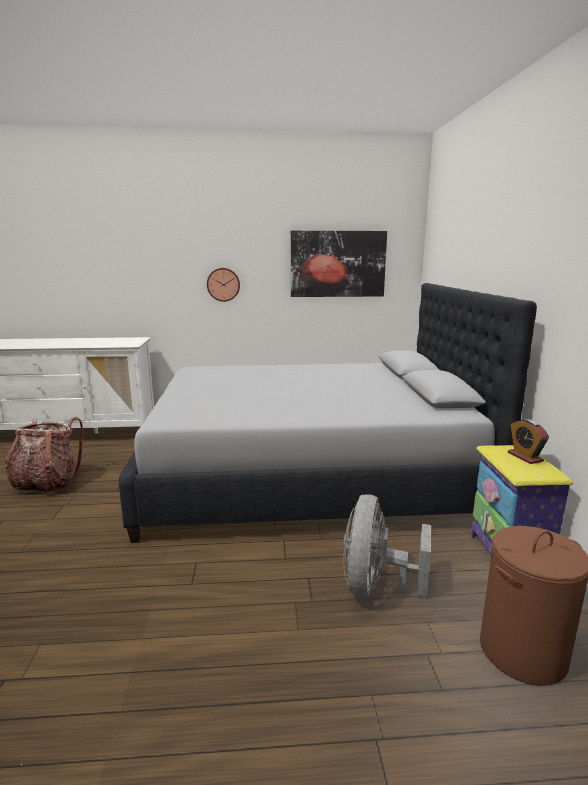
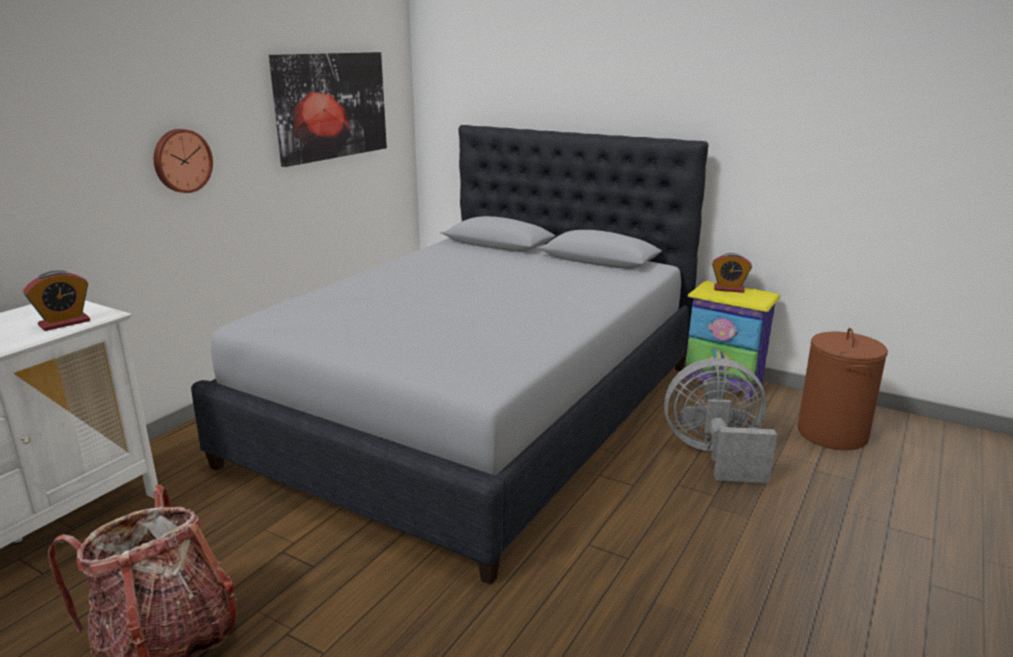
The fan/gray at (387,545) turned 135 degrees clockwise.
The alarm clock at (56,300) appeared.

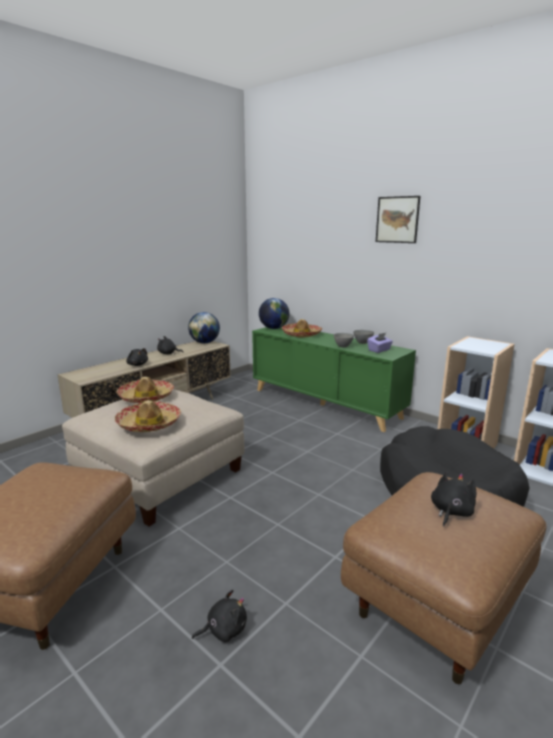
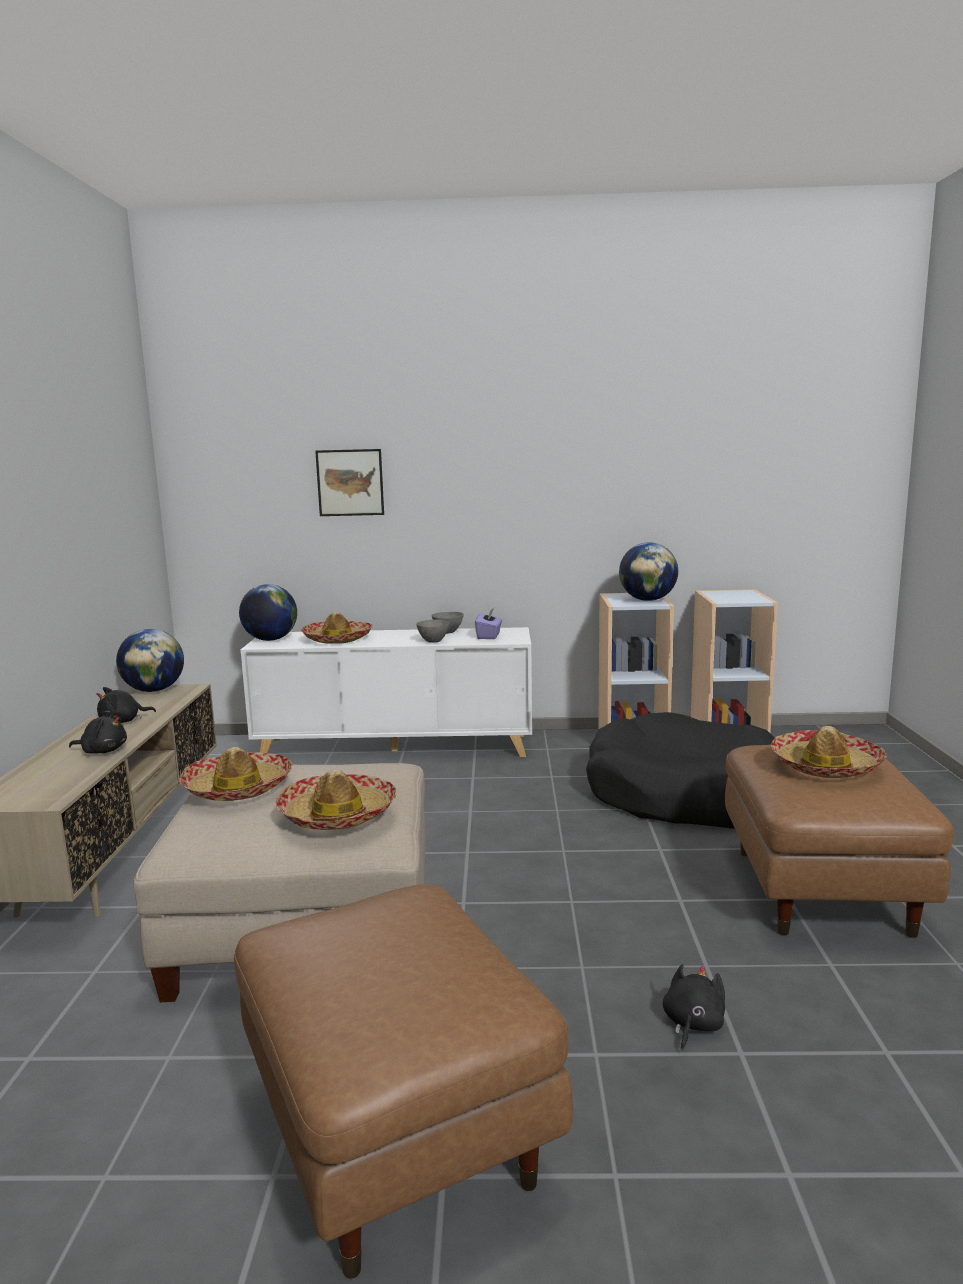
The storage cabinet/green-coloured at (334,379) became the storage cabinet/white-coloured at (386,692).
The wall art moved from (398,219) to (349,482).
The soft toy/black at (453,499) was replaced by the wearable hat at (828,752).
The desk globe at (648,571) appeared.

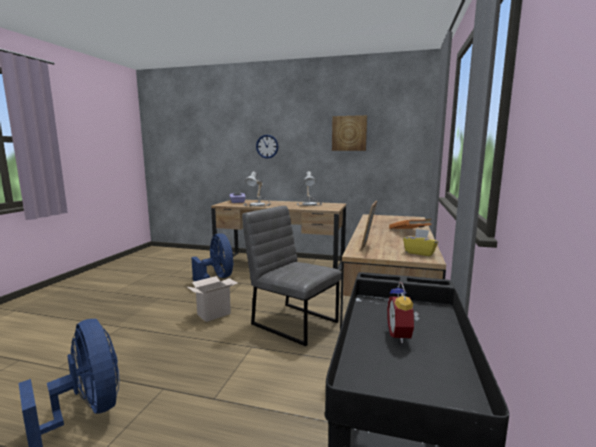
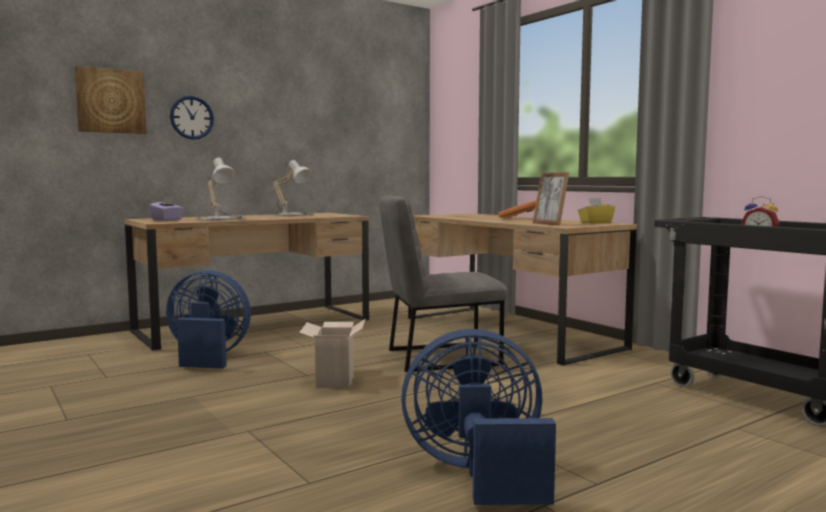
The wall art moved from (349,133) to (111,100).

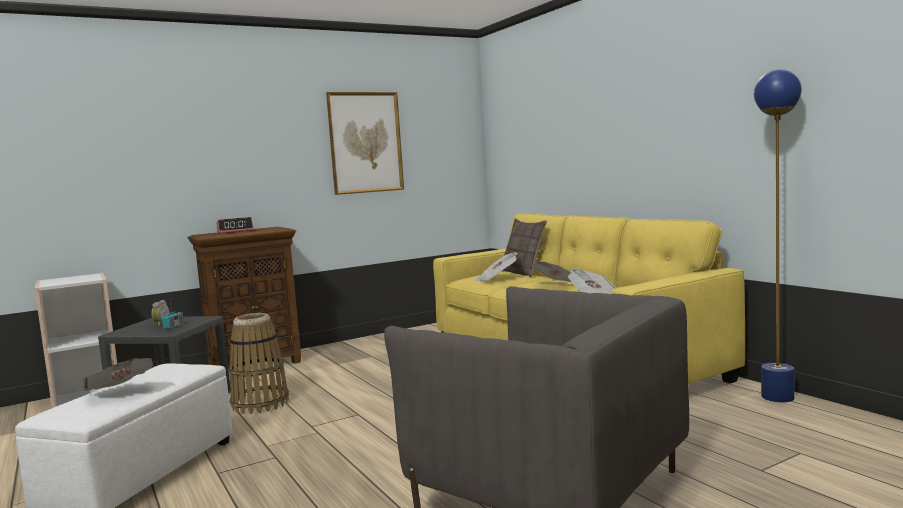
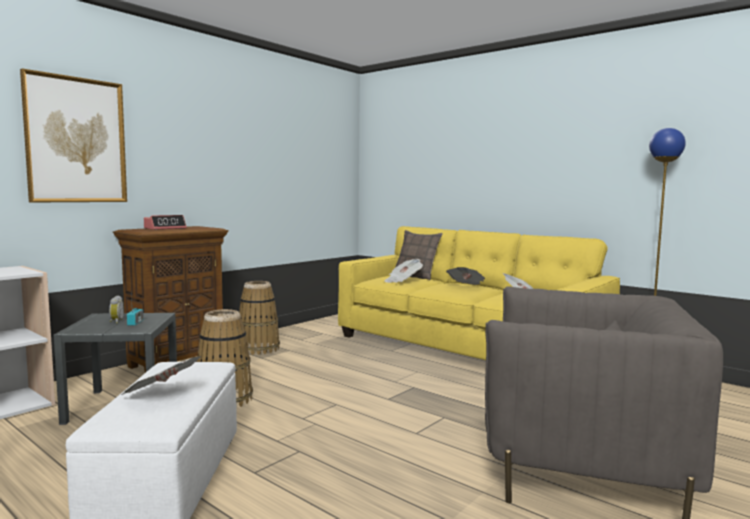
The wall art moved from (365,143) to (73,135).
The basket at (259,318) appeared.

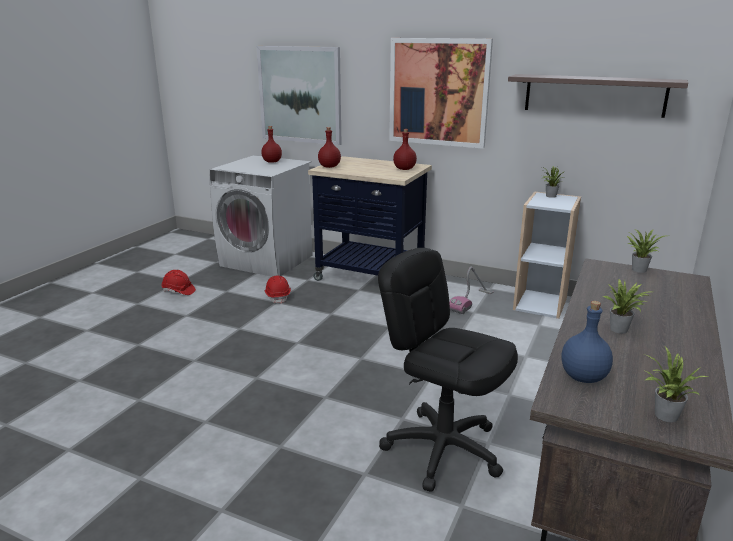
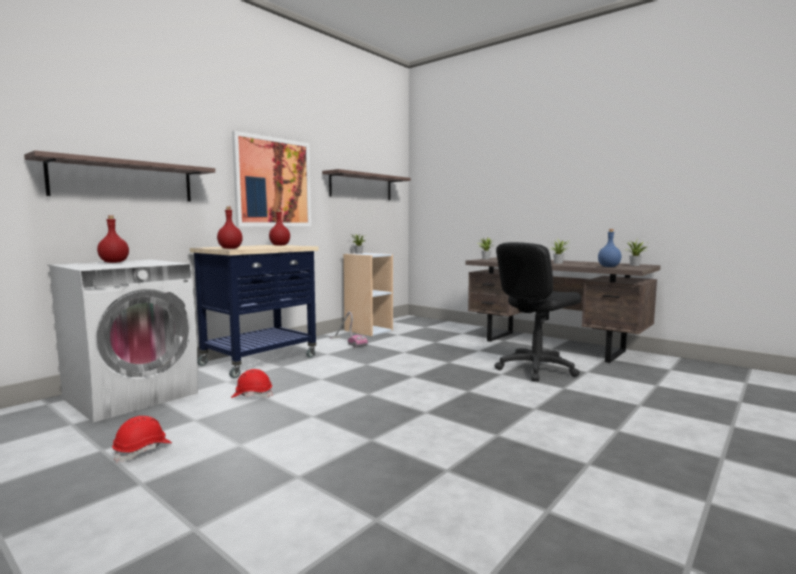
The wall art at (299,95) was replaced by the shelf at (119,176).

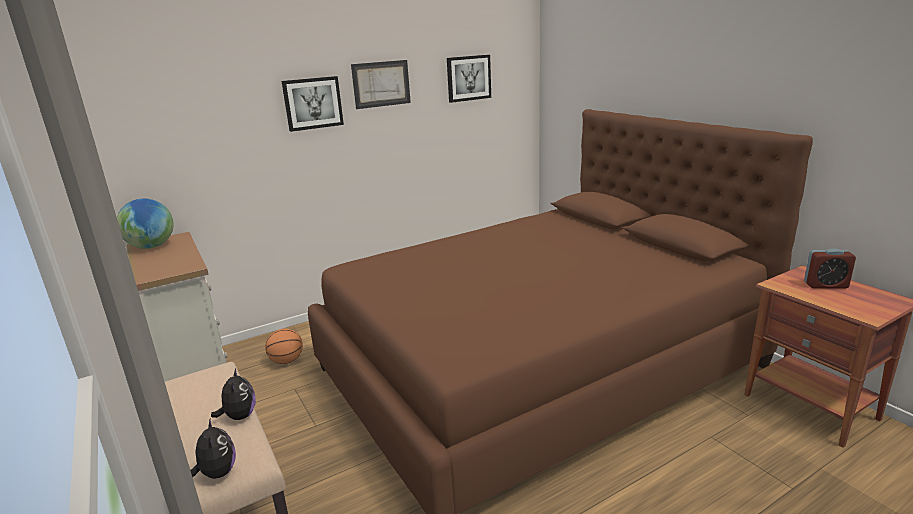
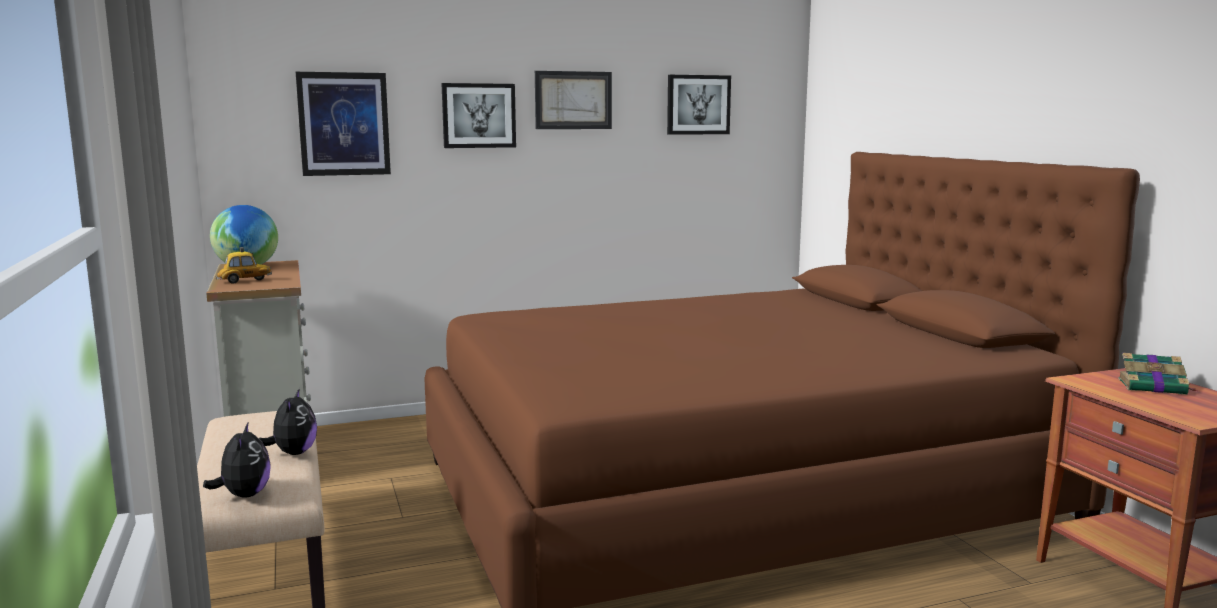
The basketball at (284,346) disappeared.
The alarm clock at (830,268) was replaced by the bound book at (1157,374).
The miniature car at (244,265) appeared.
The wall art at (343,124) appeared.

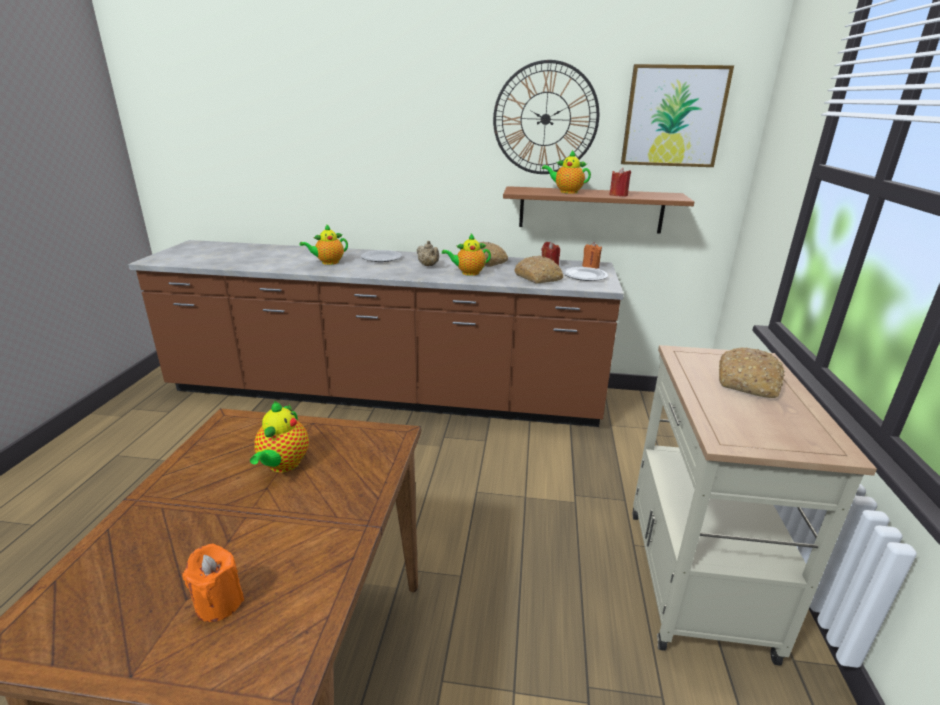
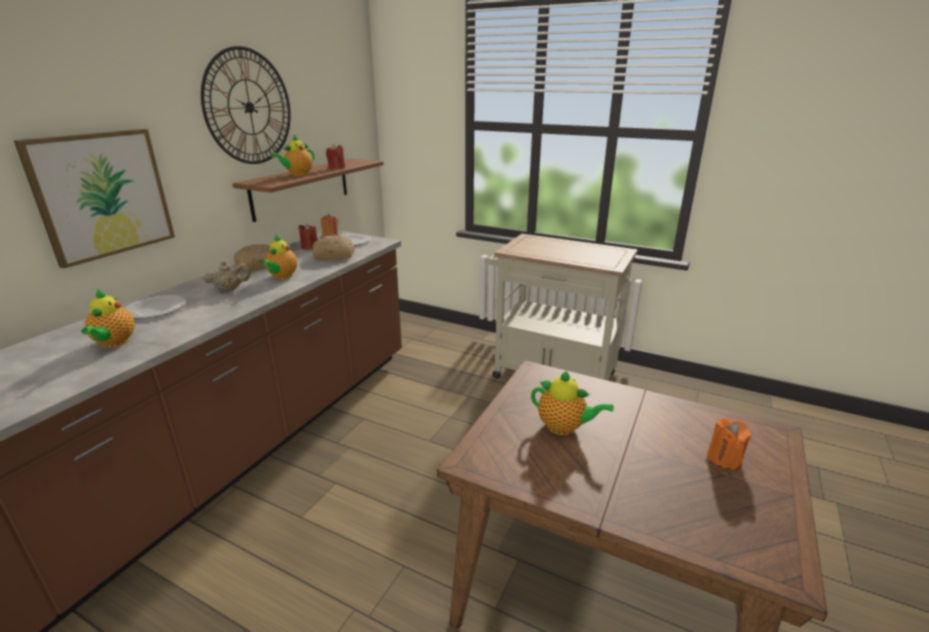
The wall art moved from (677,115) to (94,198).
The bakery bread at (752,372) disappeared.

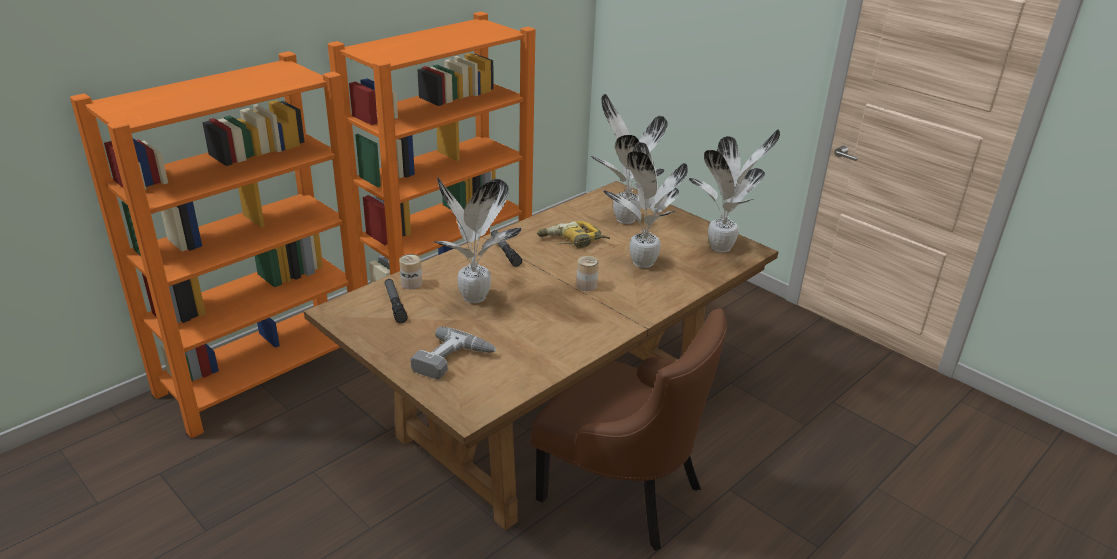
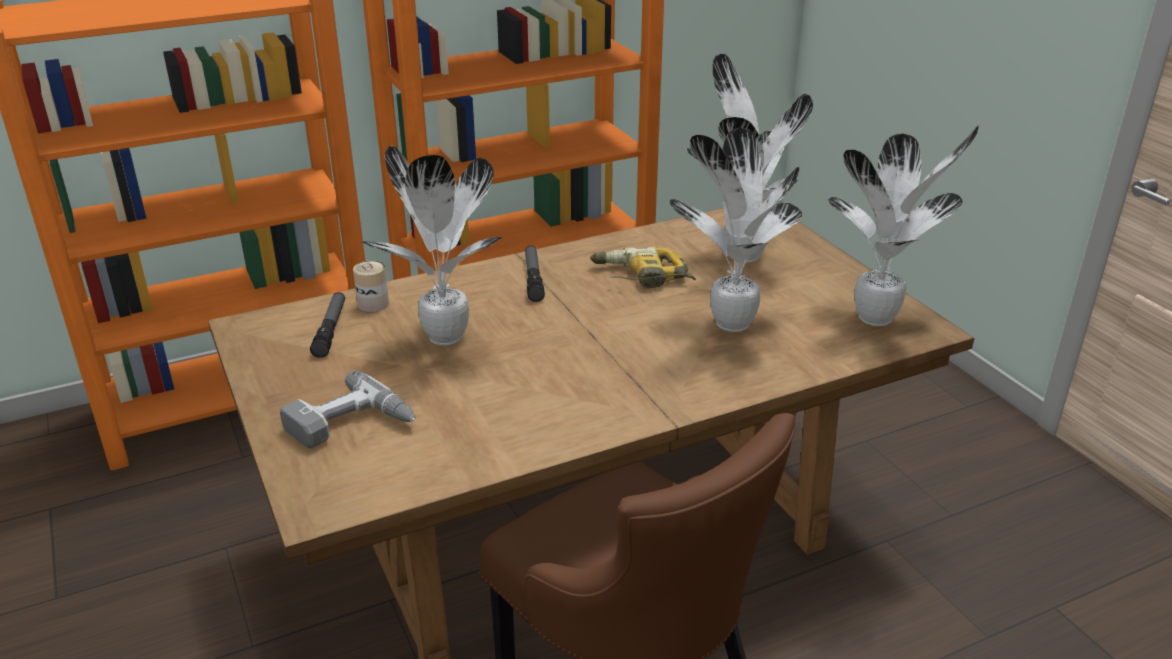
The can at (587,273) disappeared.

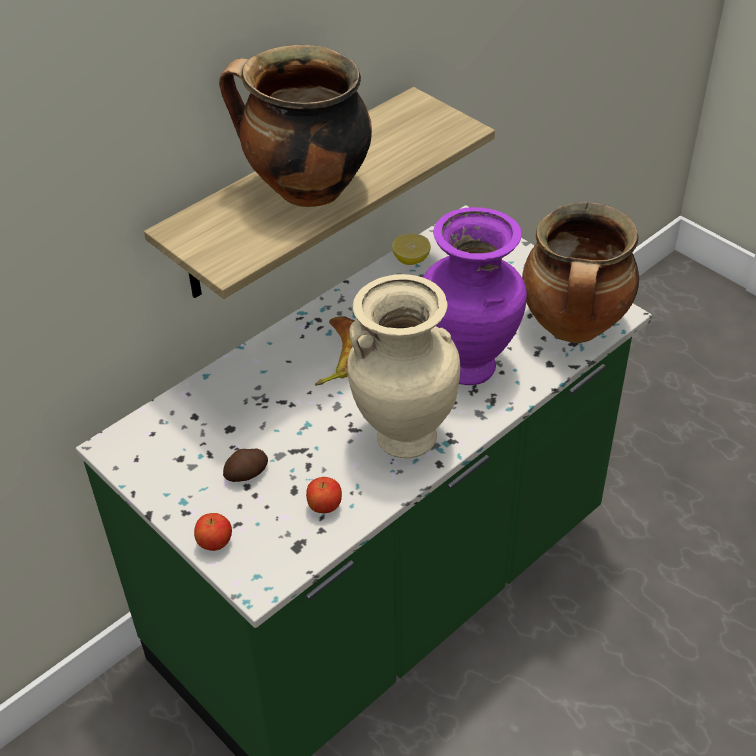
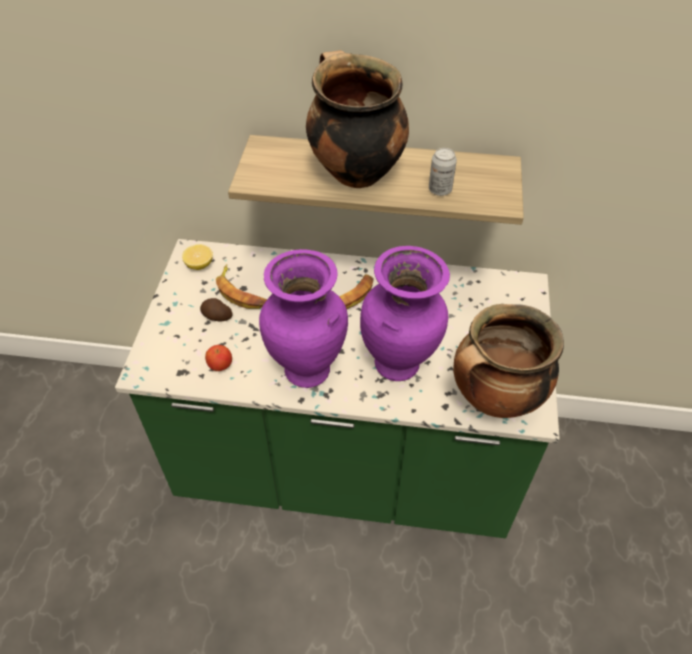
The apple at (213,532) disappeared.
The flower vase/sand-coloured at (403,366) became the flower vase/purple-coloured at (303,318).
The citrus fruit moved from (411,249) to (197,257).
The banana at (241,286) appeared.
The can at (443,172) appeared.

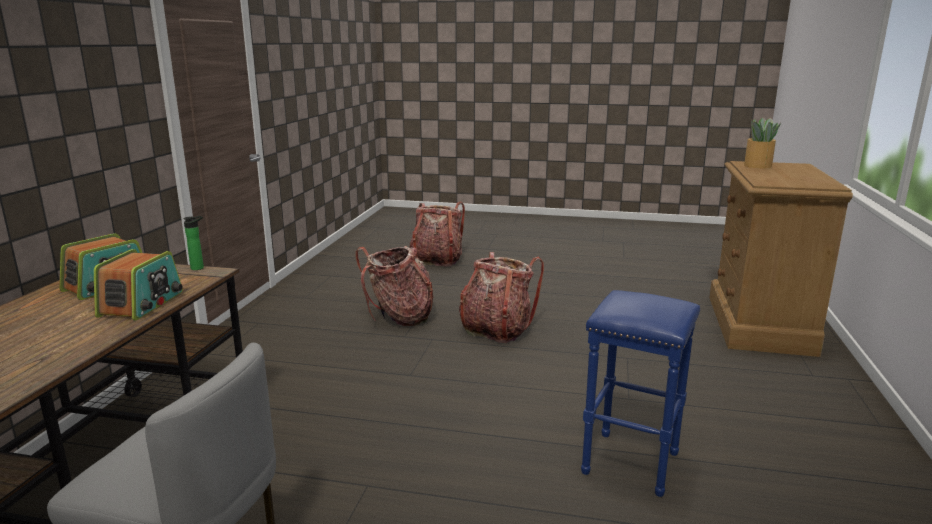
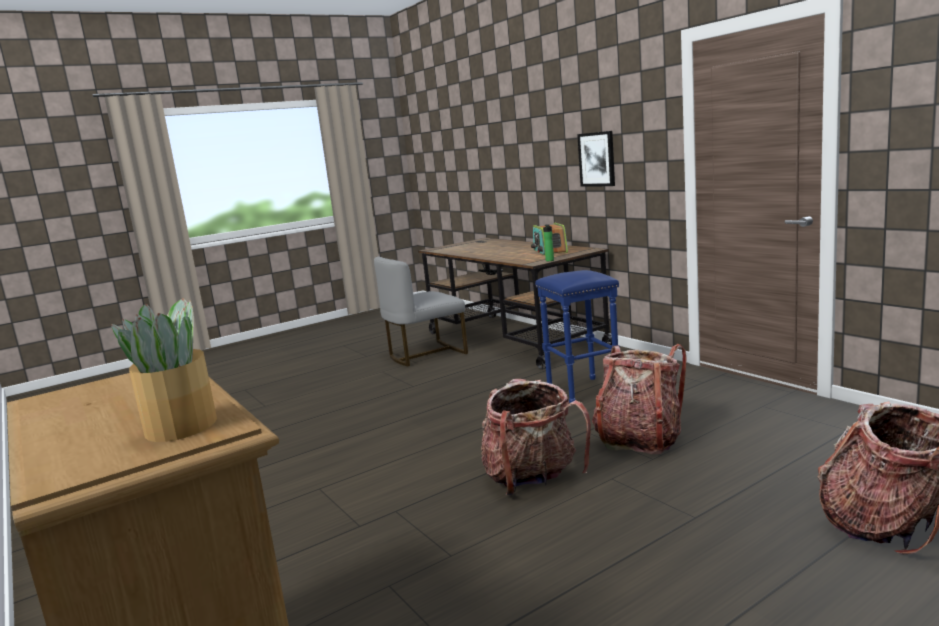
The radio receiver at (138,285) disappeared.
The stool seat/blue moved from (640,393) to (577,336).
The wall art at (596,159) appeared.

